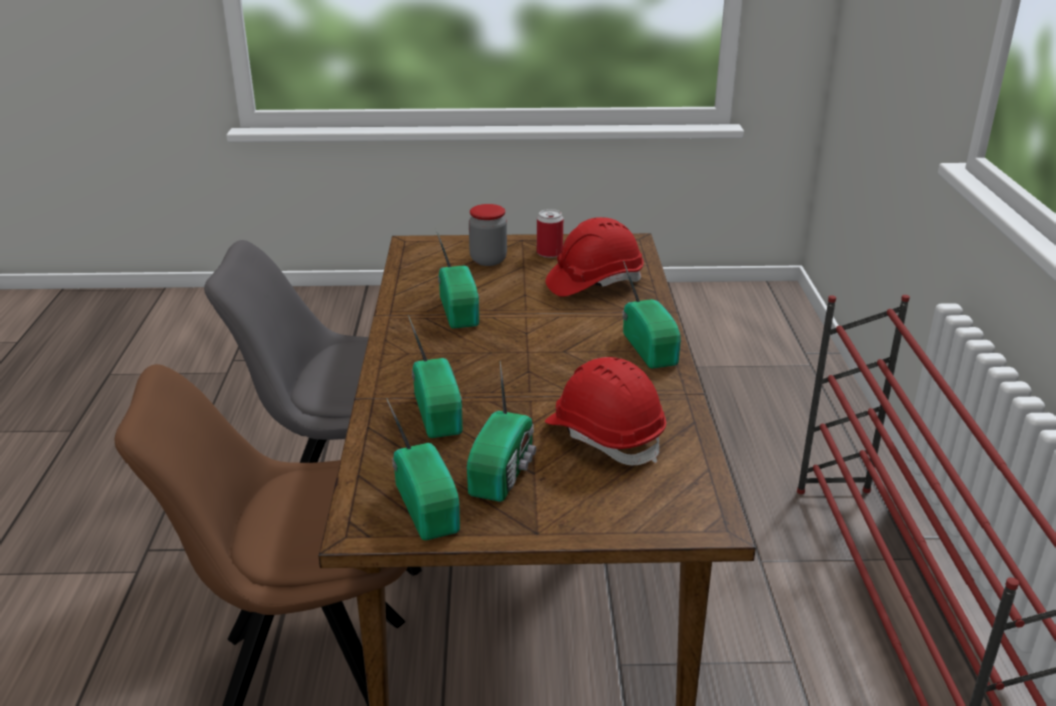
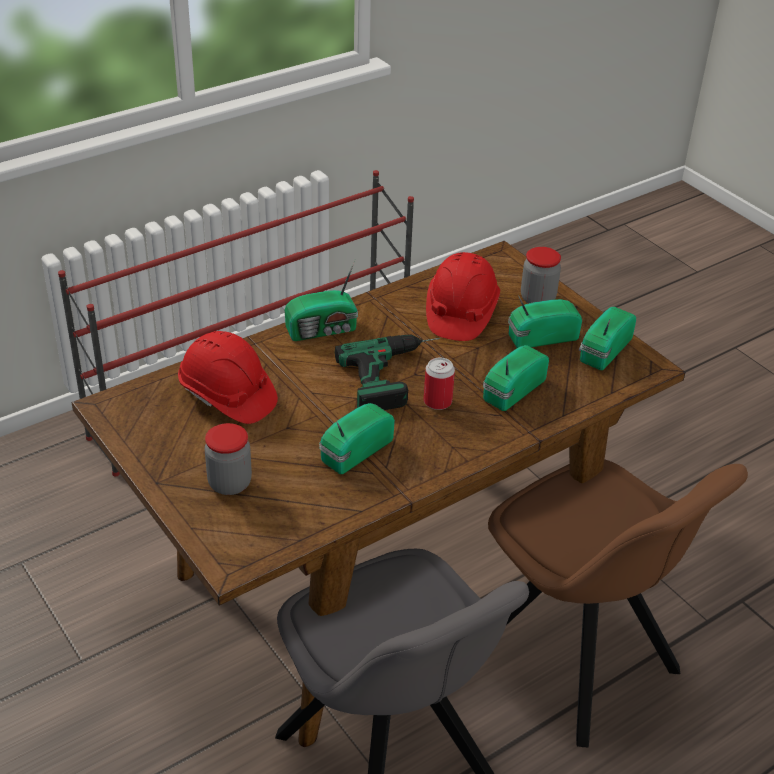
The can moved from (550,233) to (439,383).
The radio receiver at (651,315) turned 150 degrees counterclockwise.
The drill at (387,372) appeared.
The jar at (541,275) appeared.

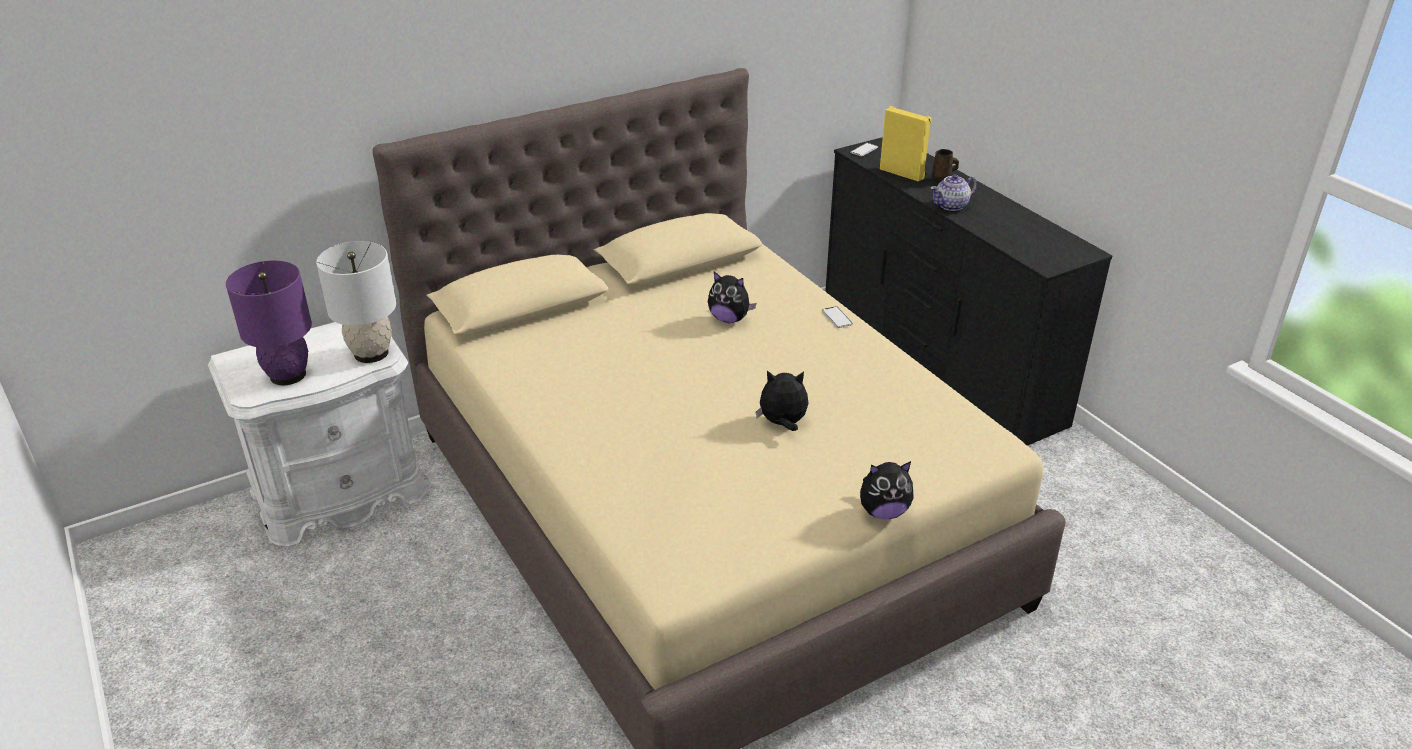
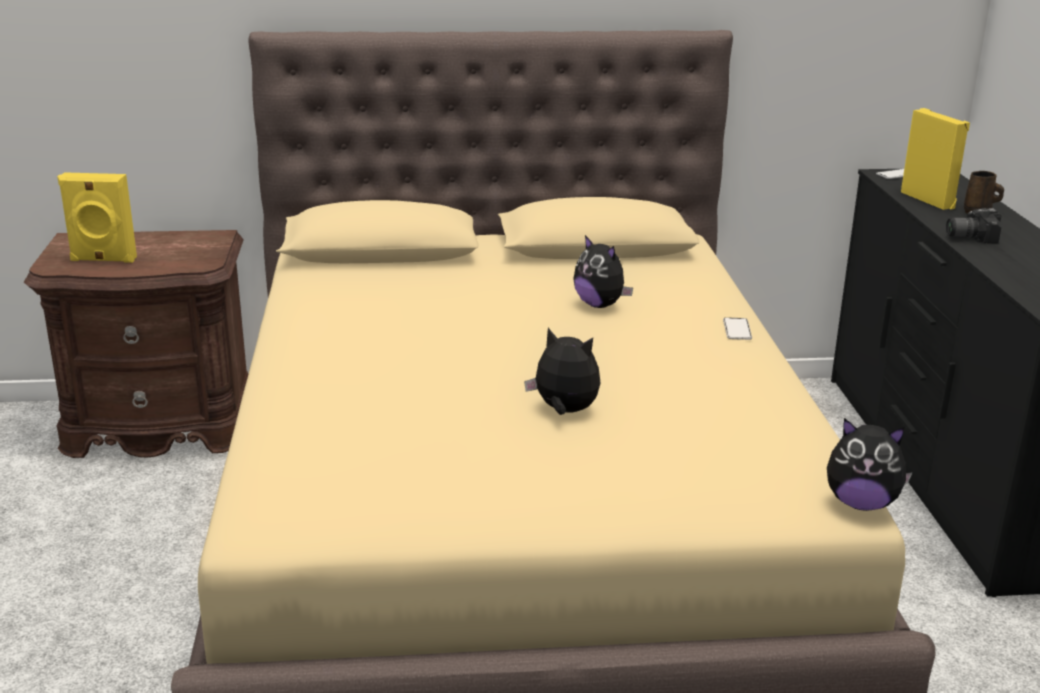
The night table/white-coloured at (317,434) became the night table/brown-coloured at (136,344).
The tabletop lamp/purple-coloured at (269,323) was replaced by the speaker/yellow at (97,217).
The tabletop lamp/white-coloured at (356,302) disappeared.
The soft toy moved from (887,490) to (870,464).
The tea pot at (954,192) was replaced by the still camera at (973,226).

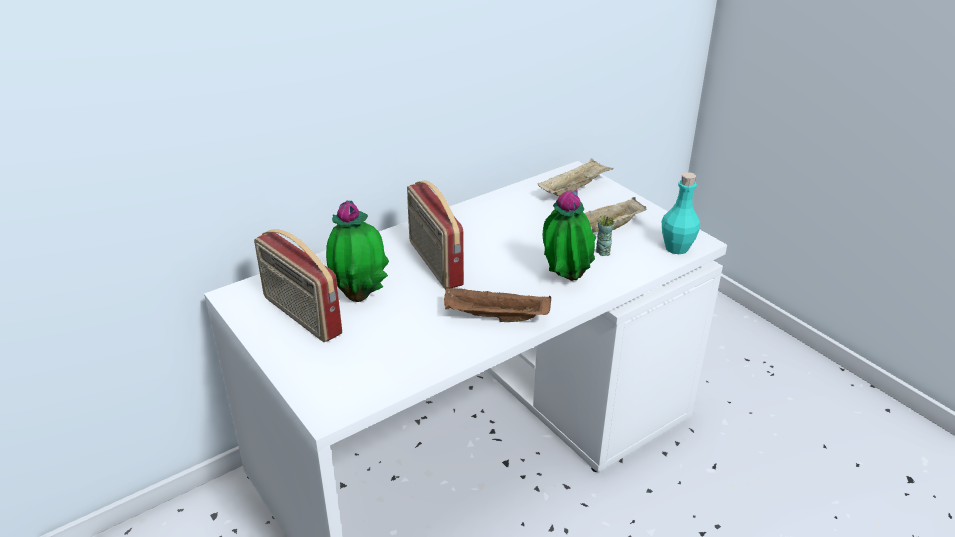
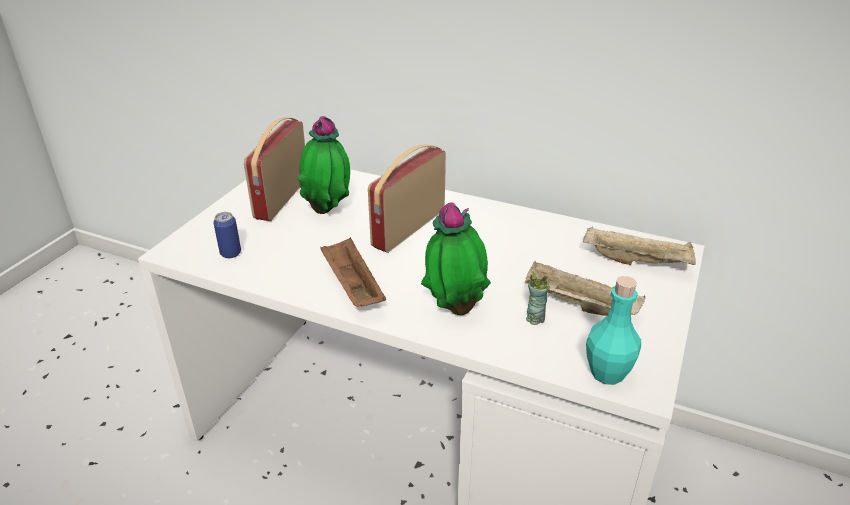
The can at (227,235) appeared.

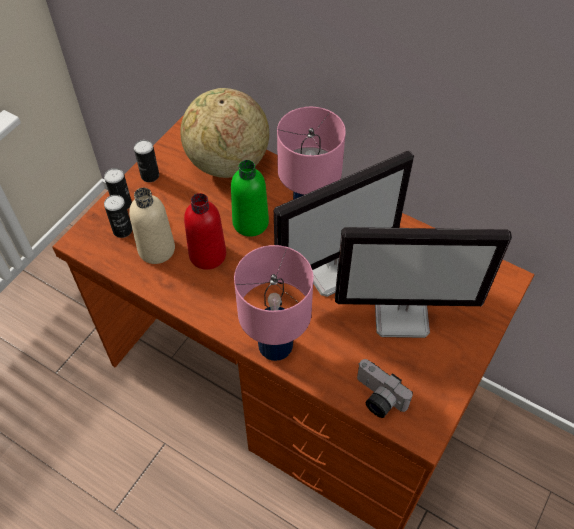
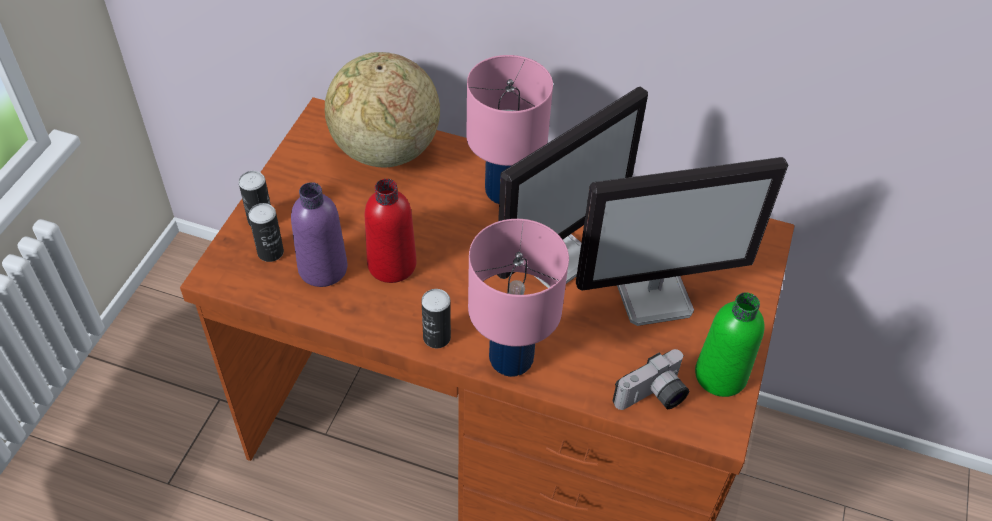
The beverage bottle/sand-coloured at (152,226) became the beverage bottle/purple-coloured at (319,234).
The can moved from (146,161) to (436,318).
The beverage bottle/green-coloured moved from (250,198) to (730,344).
The still camera at (385,388) turned 60 degrees counterclockwise.

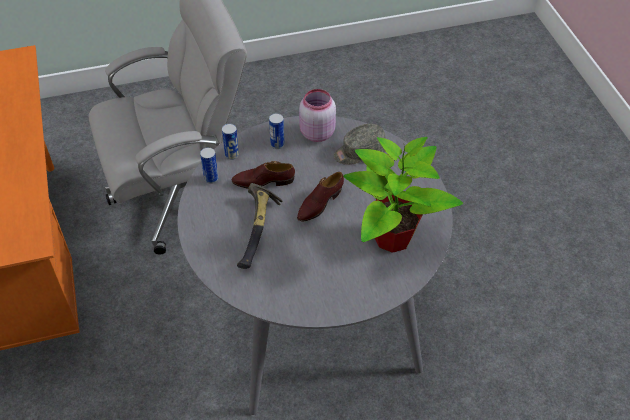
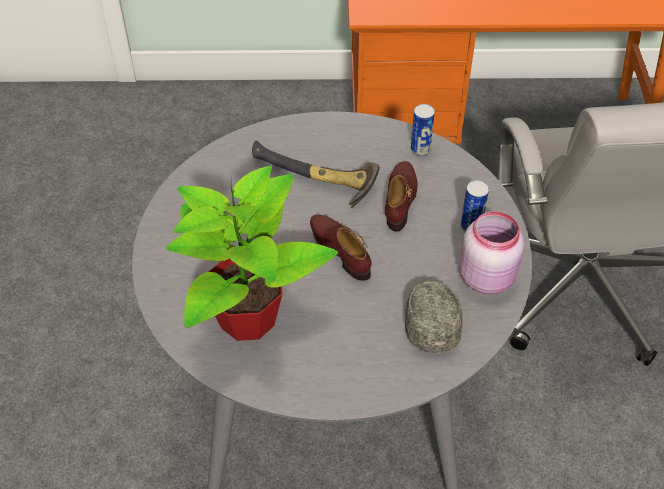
The can at (230,142) disappeared.

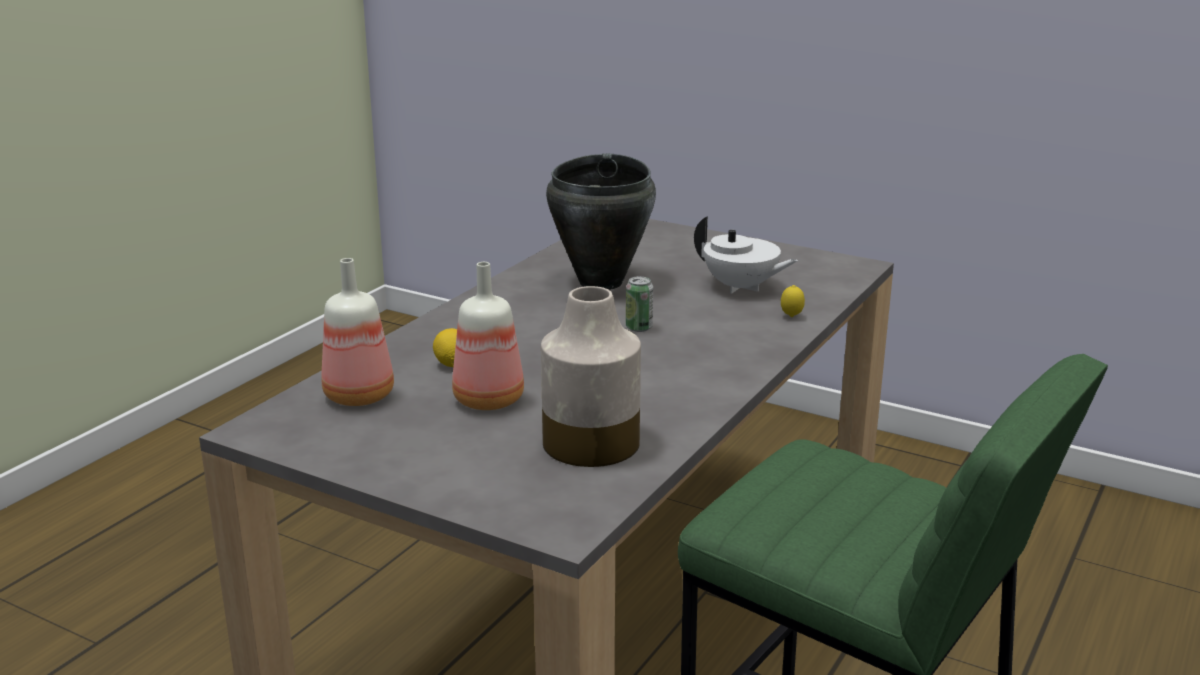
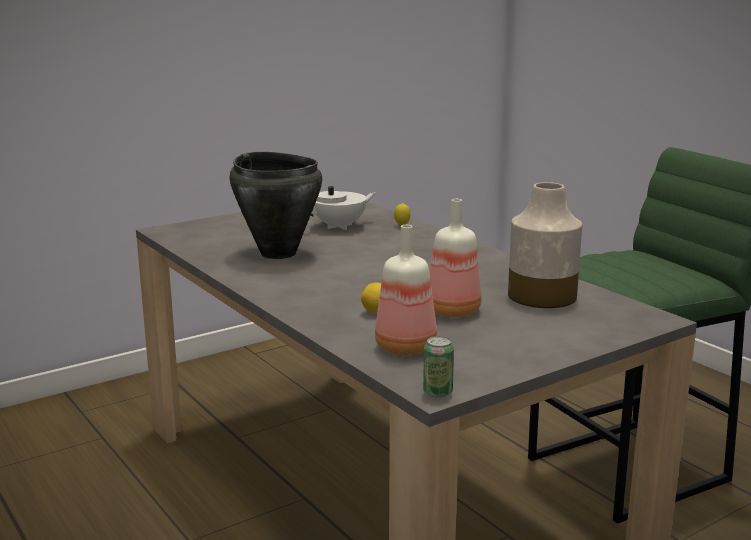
The can moved from (639,304) to (438,366).

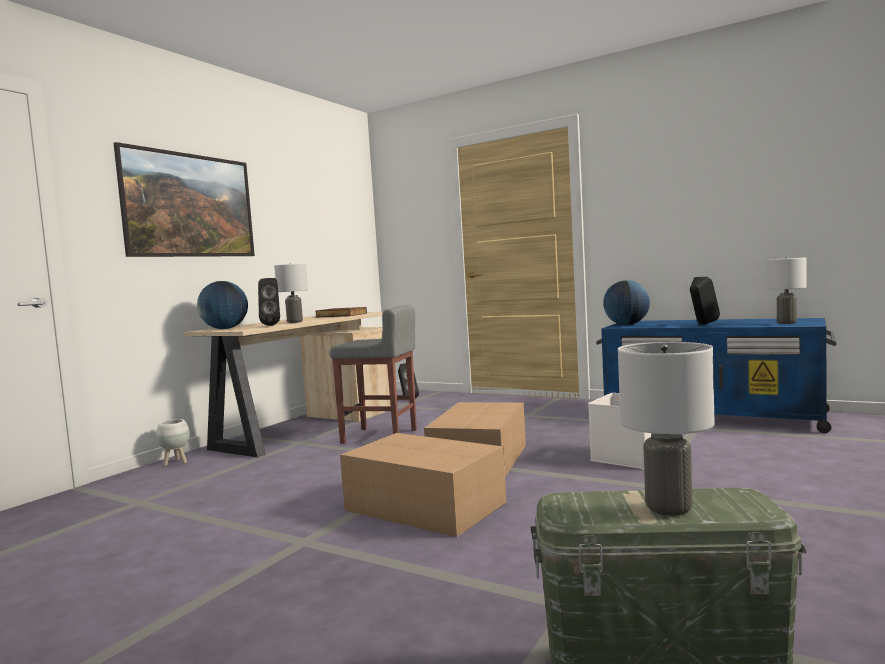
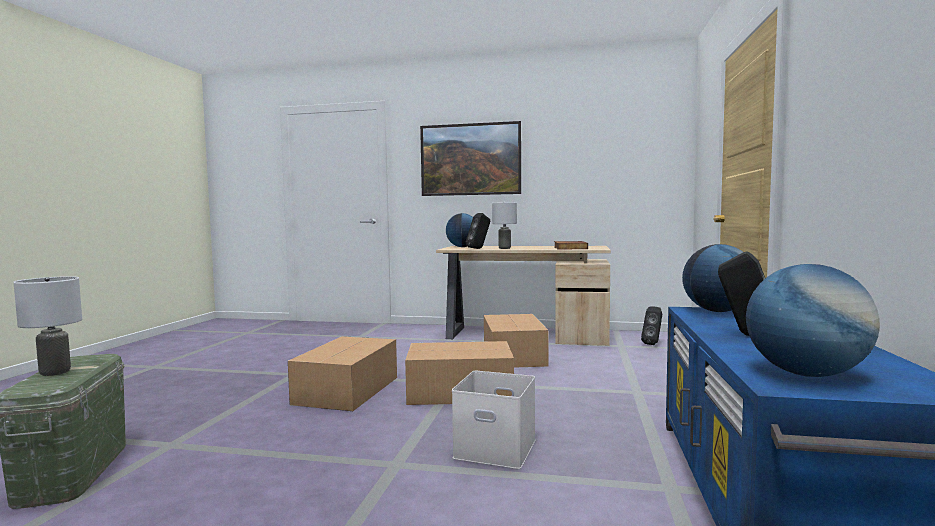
The plant pot/white-coloured at (173,442) disappeared.
The stool seat/gray at (373,374) was replaced by the cardboard box at (516,341).
The tabletop lamp/white-coloured at (787,290) was replaced by the desk globe at (813,320).

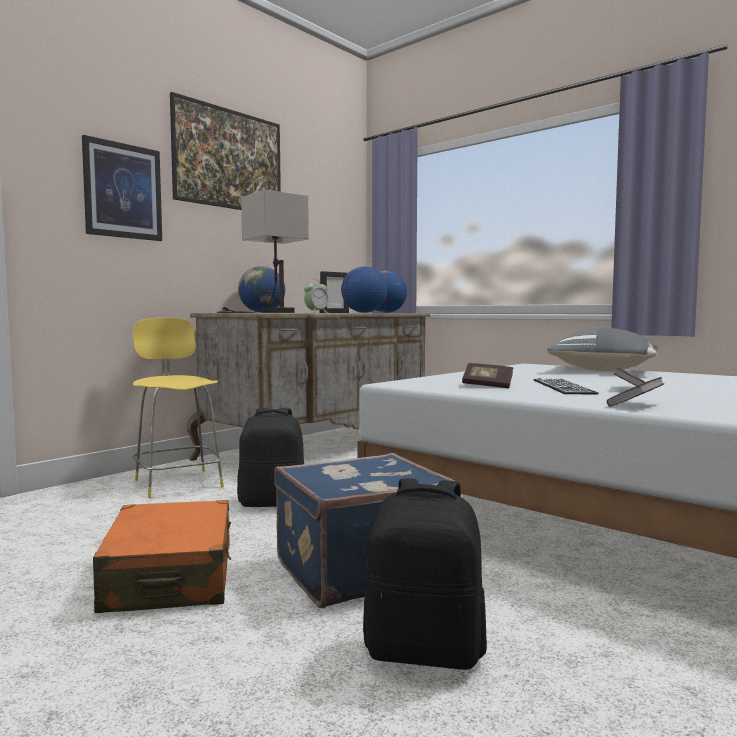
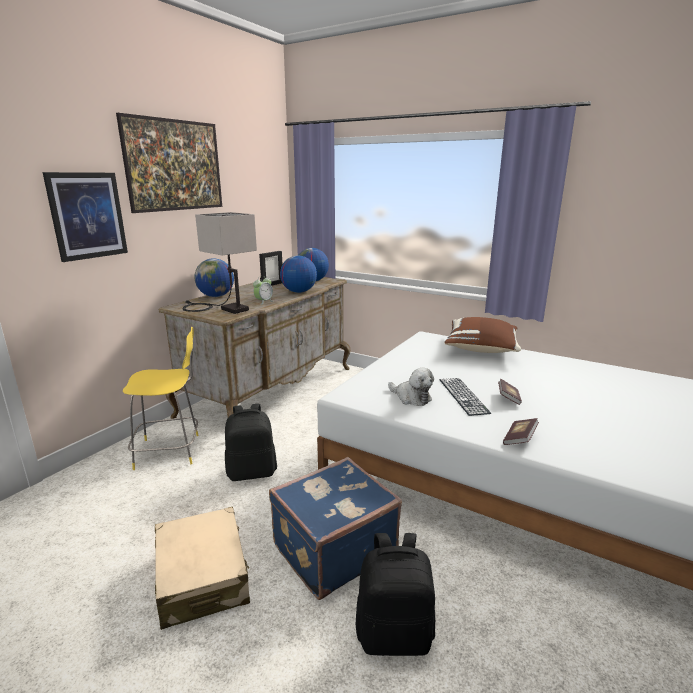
The piece of luggage/orangey at (162,556) became the piece of luggage/sand-coloured at (202,568).
The chair/yellow at (178,408) turned 120 degrees clockwise.
The bound book at (487,375) was replaced by the soft toy at (411,387).
The throw pillow/gray at (602,349) became the throw pillow/brown-coloured at (483,335).

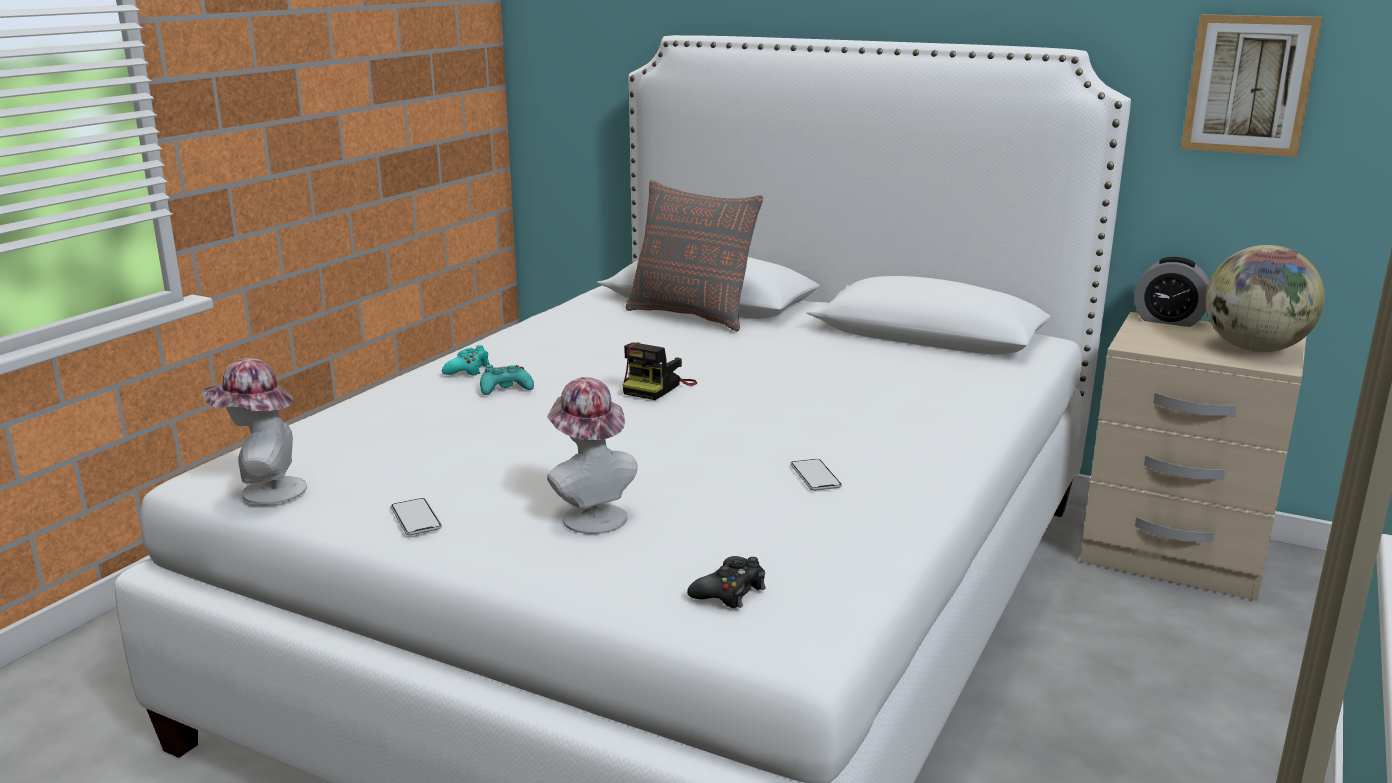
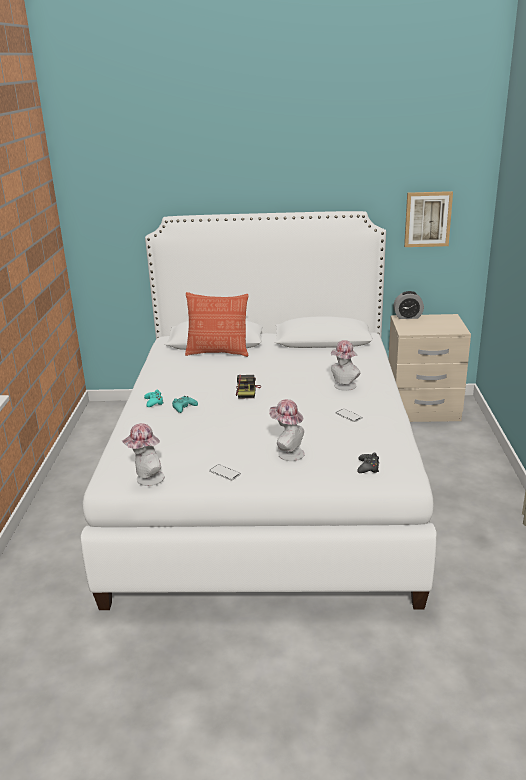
The throw pillow/gray at (694,255) became the throw pillow/orangey at (217,324).
The desk globe at (1265,298) disappeared.
The wearable hat at (345,365) appeared.

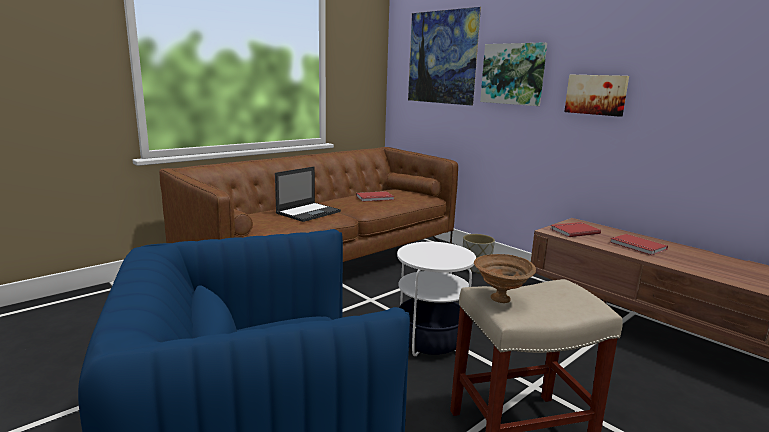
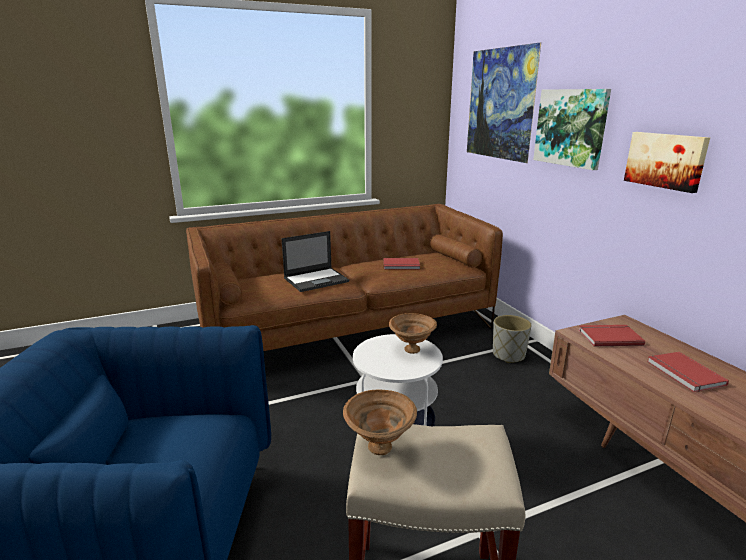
The serving bowl/brown-coloured at (413,333) appeared.

